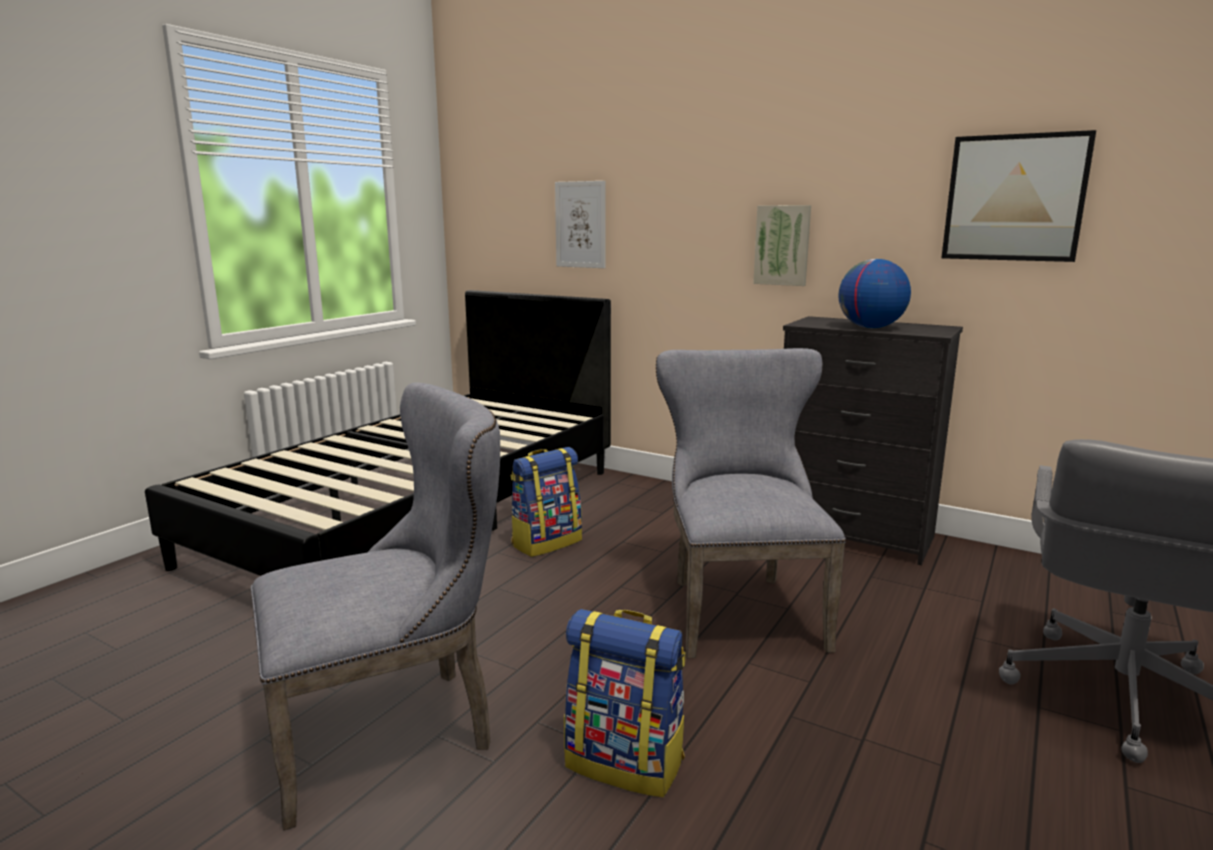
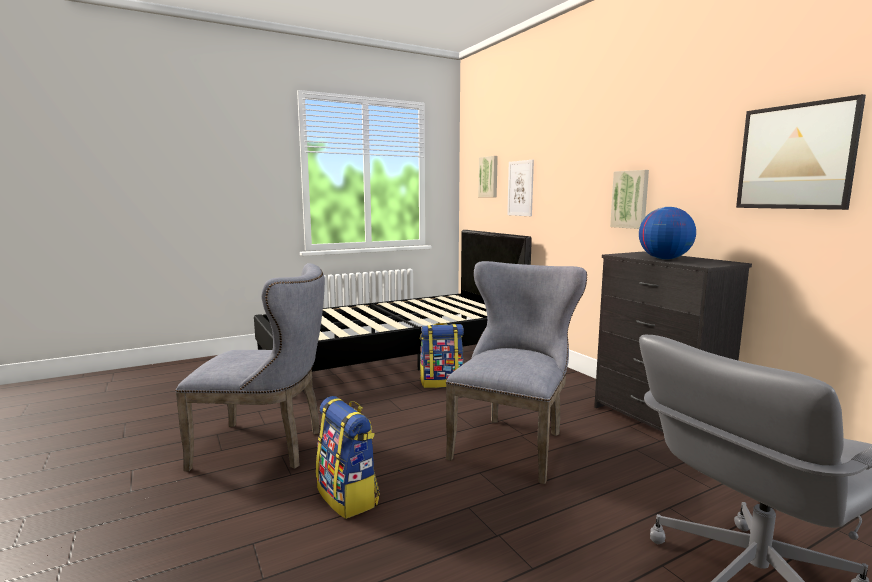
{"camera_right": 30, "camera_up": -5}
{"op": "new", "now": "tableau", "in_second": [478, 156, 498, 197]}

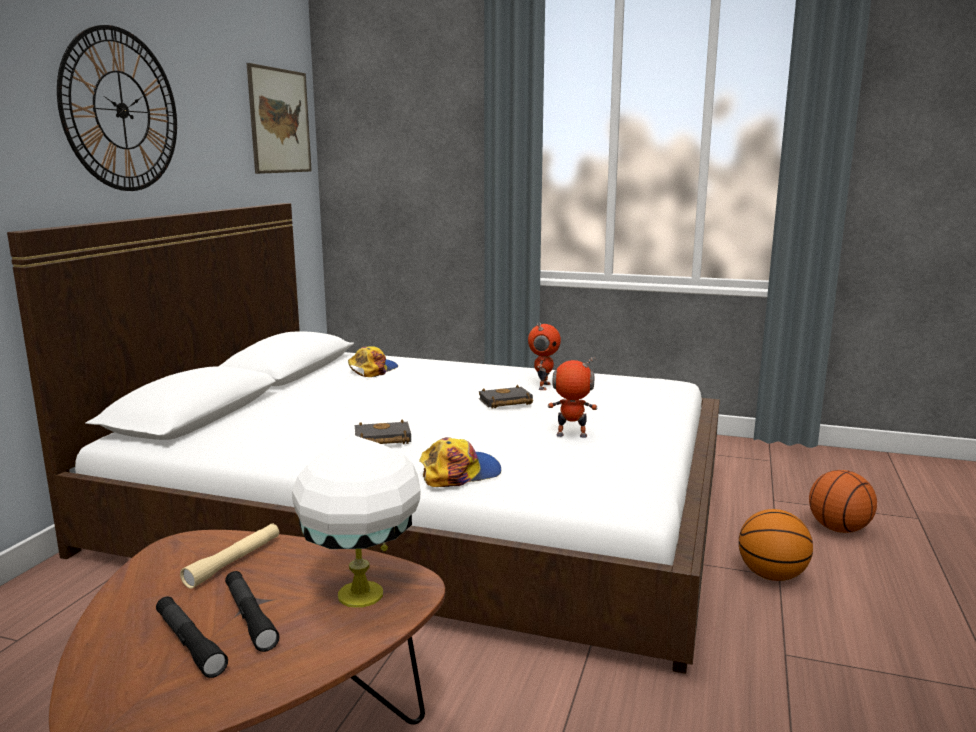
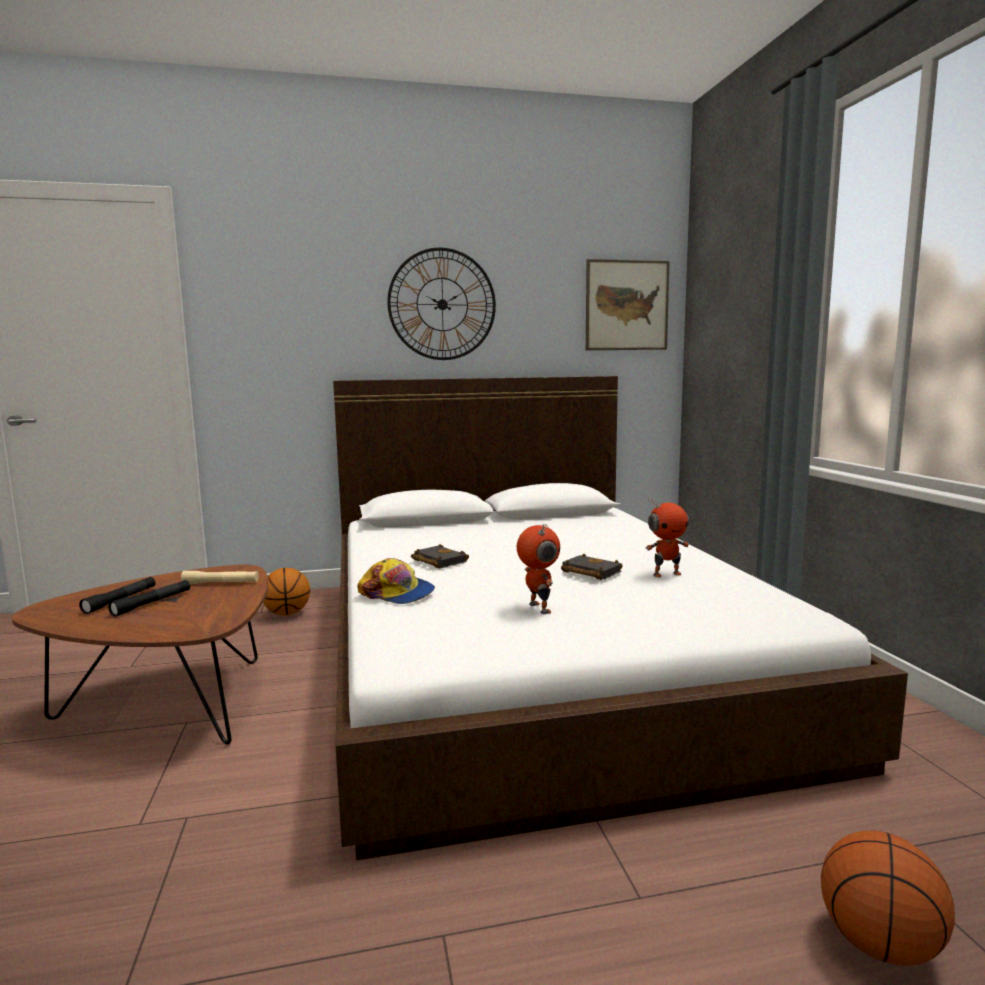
{"camera_right": 60, "camera_up": -5}
{"op": "gone", "was": "lampe de table (blanc)", "in_first": [292, 434, 421, 607]}
{"op": "gone", "was": "casquette", "in_first": [348, 346, 398, 377]}
{"op": "shifted", "was": "ballon de basket", "in_first": [739, 509, 813, 581], "in_second": [263, 568, 310, 615]}

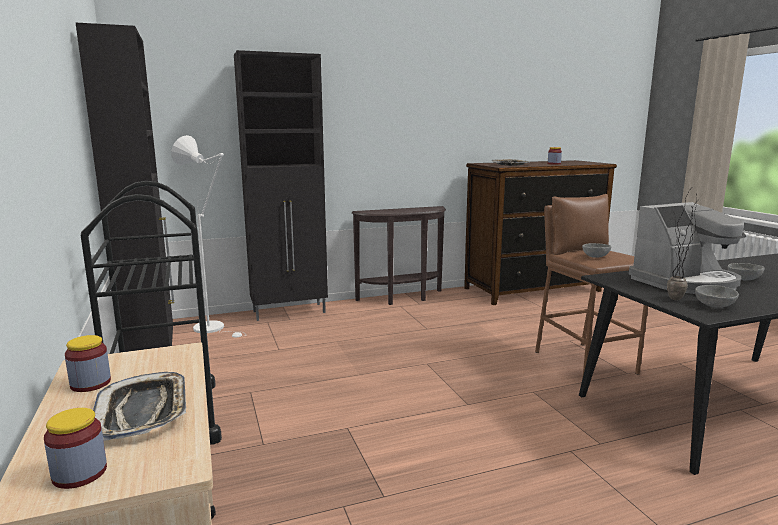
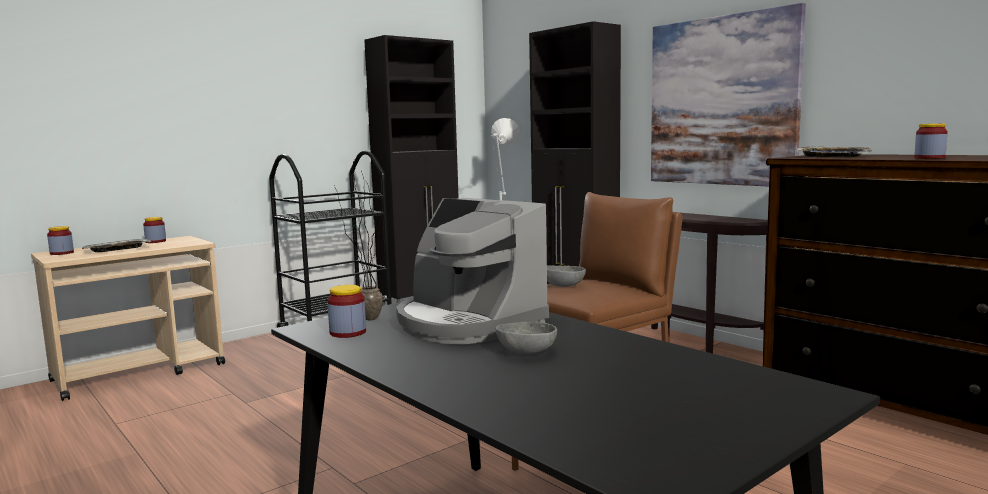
{"camera_right": 70, "camera_up": -5}
{"op": "swapped", "was": "bol (gris)", "now": "bocal", "in_first": [695, 285, 739, 308], "in_second": [327, 285, 366, 338]}
{"op": "new", "now": "tableau", "in_second": [651, 3, 806, 186]}

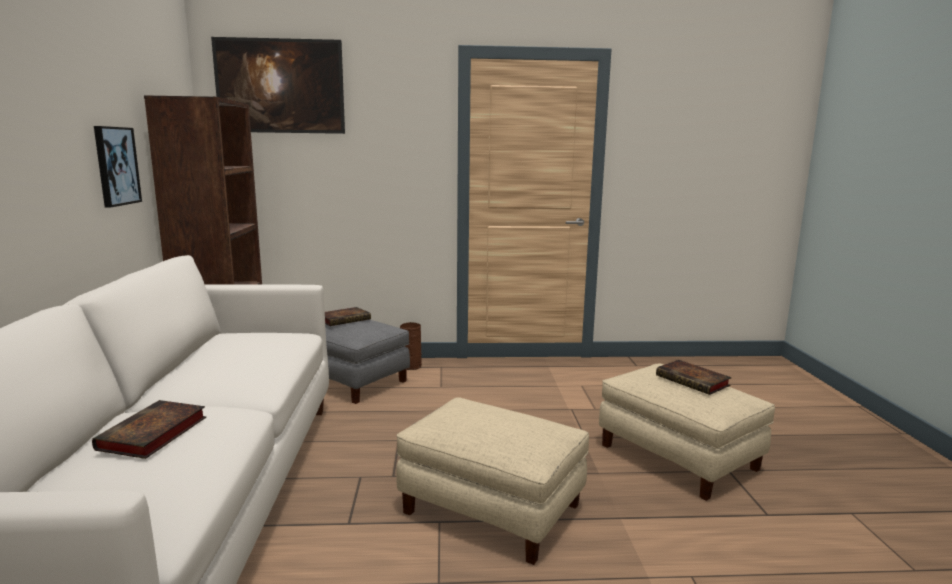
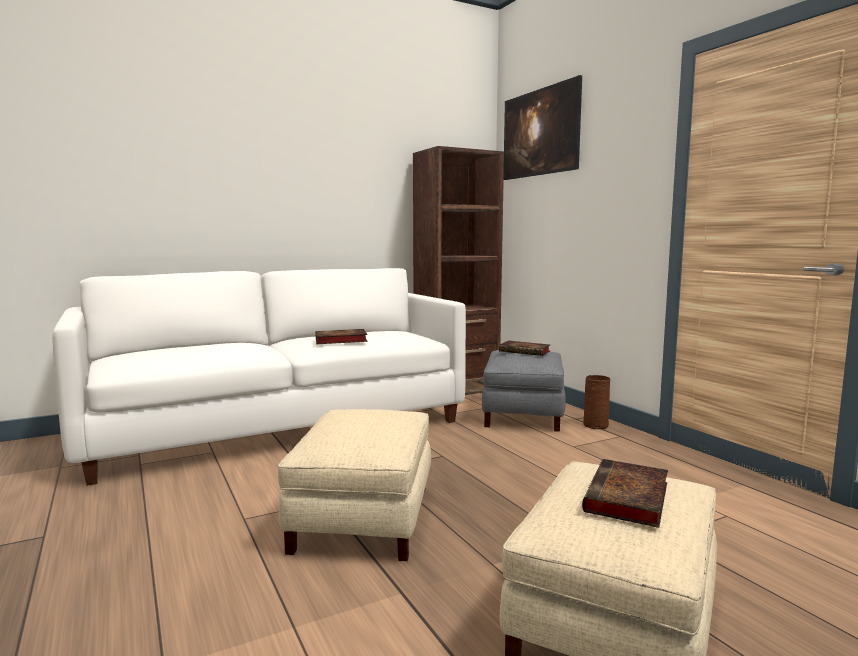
{"camera_right": 65, "camera_up": -5}
{"op": "shifted", "was": "livre", "in_first": [92, 400, 206, 459], "in_second": [315, 329, 367, 344]}
{"op": "gone", "was": "tableau", "in_first": [94, 126, 142, 207]}

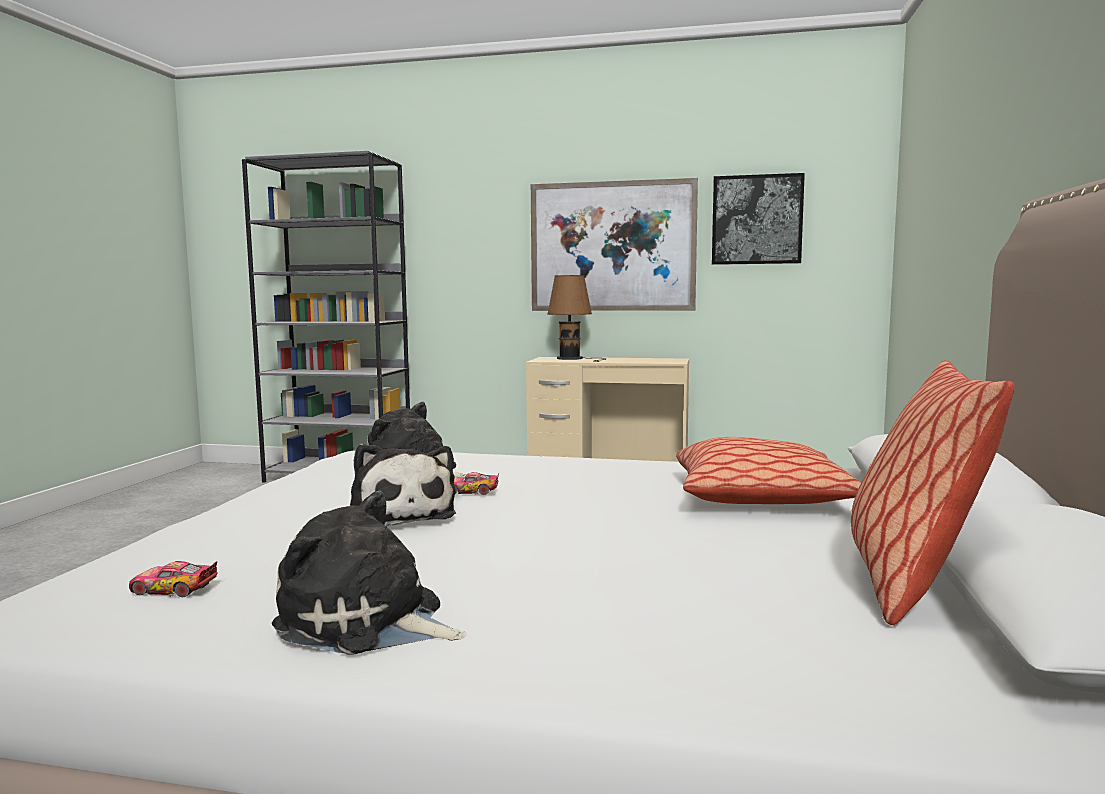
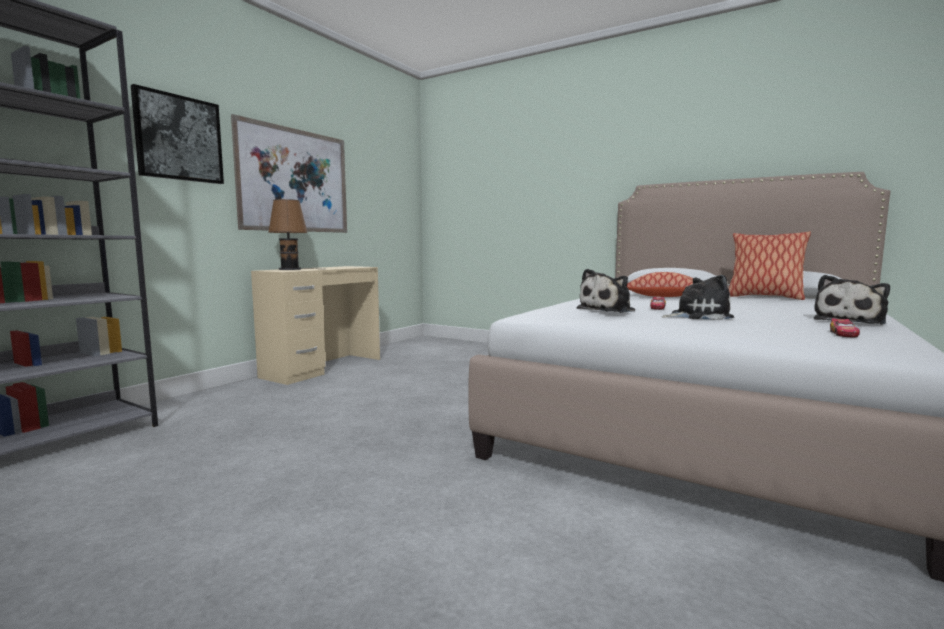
{"camera_right": -70, "camera_up": 0}
{"op": "shifted", "was": "tableau", "in_first": [712, 173, 805, 265], "in_second": [131, 84, 224, 184]}

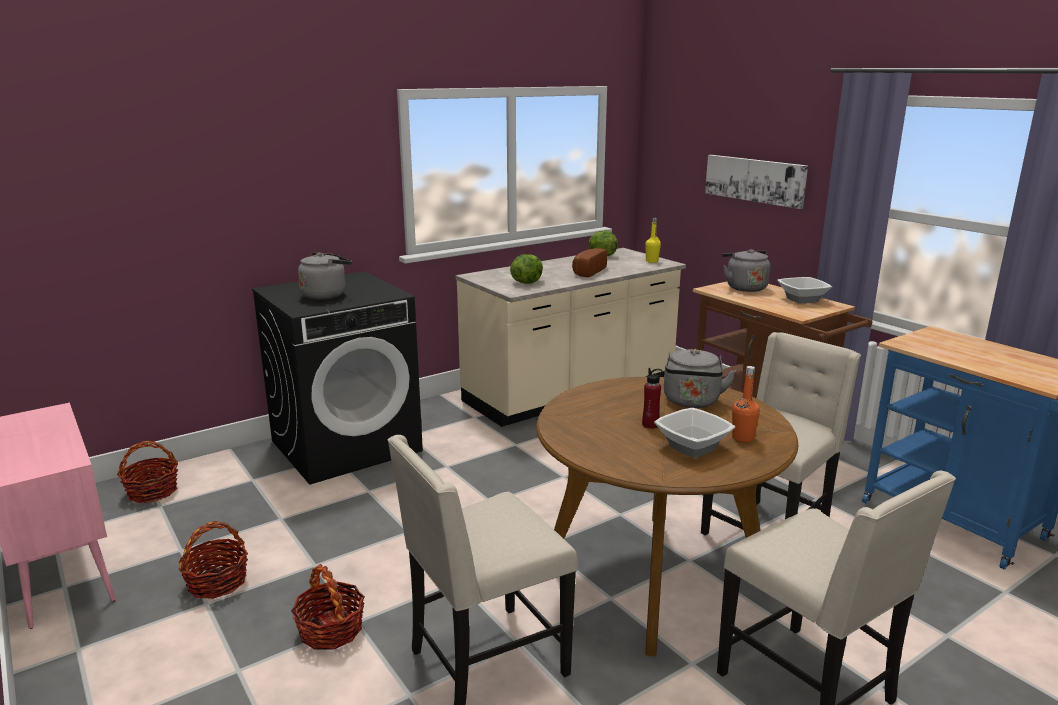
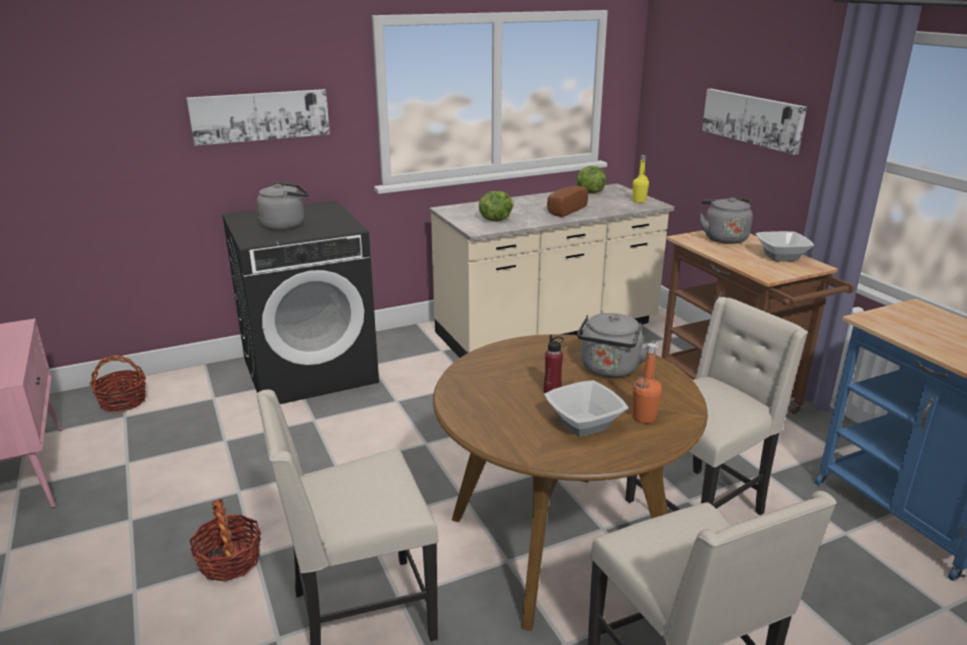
{"camera_right": 10, "camera_up": 5}
{"op": "gone", "was": "panier", "in_first": [178, 521, 248, 599]}
{"op": "new", "now": "tableau", "in_second": [186, 89, 330, 146]}

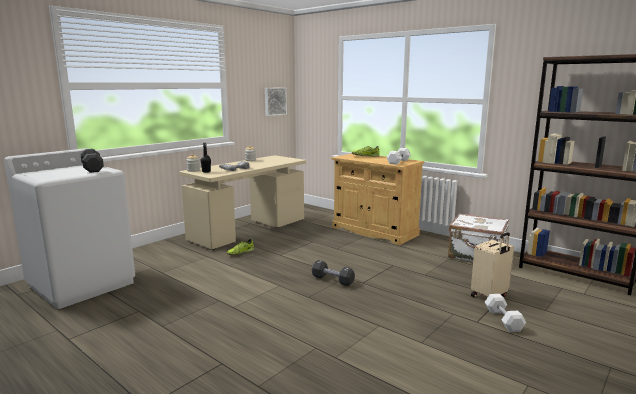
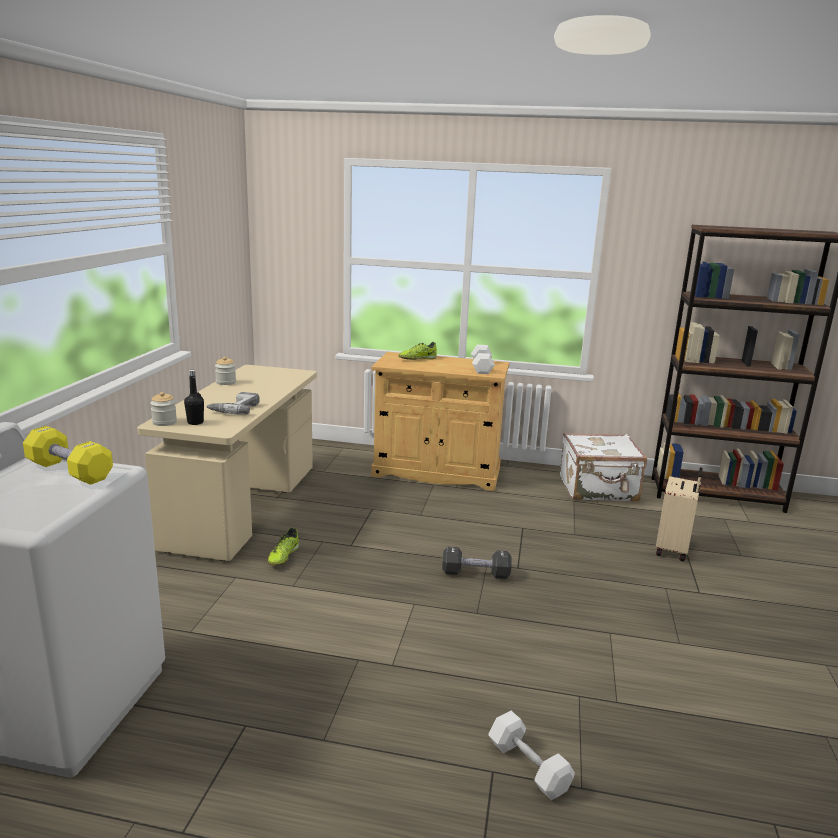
{"camera_right": -30, "camera_up": 5}
{"op": "repainted", "was": "haltère (noir)", "now": "haltère (jaune)", "in_first": [81, 149, 104, 173], "in_second": [23, 426, 113, 485]}
{"op": "gone", "was": "tableau", "in_first": [265, 87, 287, 116]}
{"op": "shifted", "was": "haltère (blanc)", "in_first": [485, 294, 526, 332], "in_second": [488, 711, 575, 800]}

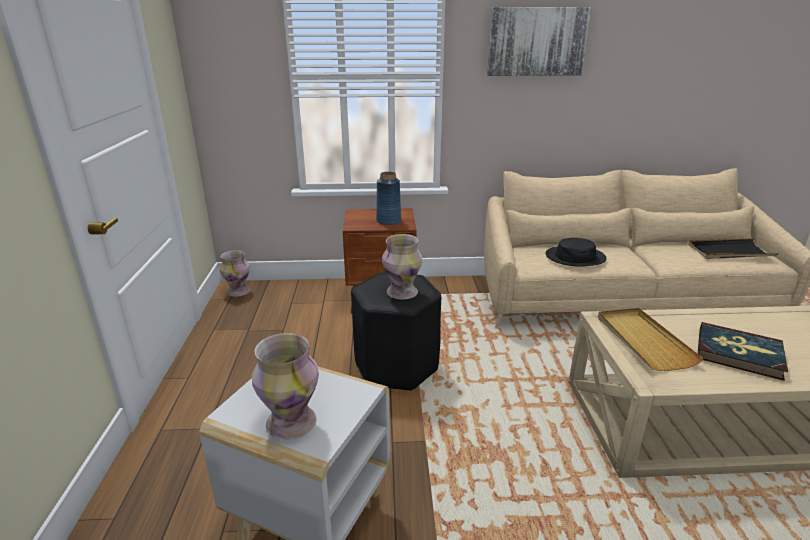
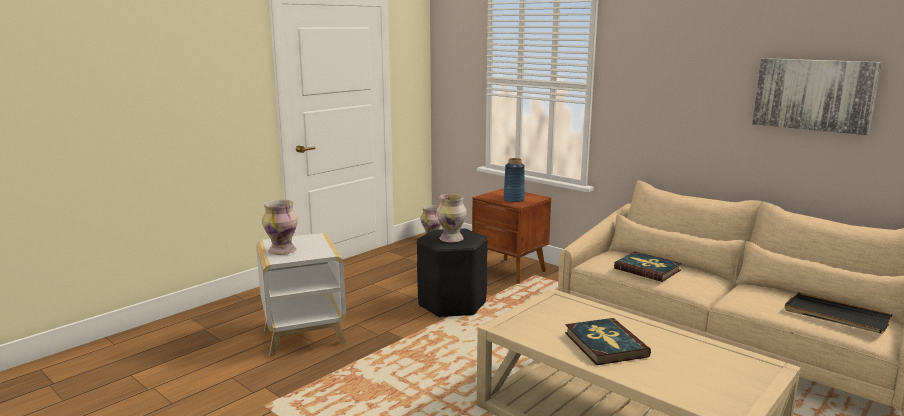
{"camera_right": 45, "camera_up": -10}
{"op": "shifted", "was": "tableau", "in_first": [487, 7, 591, 76], "in_second": [752, 58, 882, 135]}
{"op": "swapped", "was": "chapeau (noir)", "now": "livre", "in_first": [546, 238, 607, 267], "in_second": [614, 252, 682, 282]}
{"op": "gone", "was": "plateau (beige)", "in_first": [598, 308, 704, 371]}

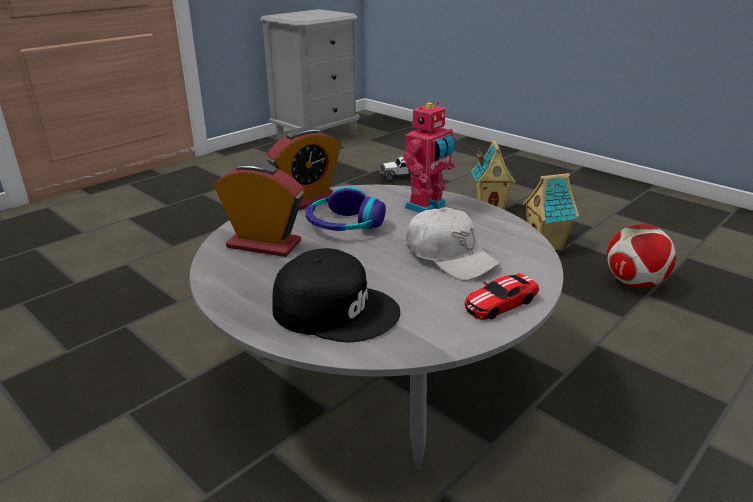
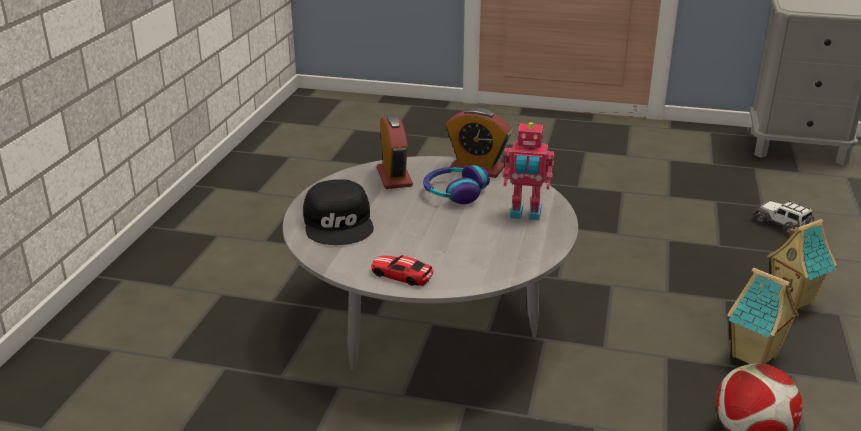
{"camera_right": 60, "camera_up": 0}
{"op": "gone", "was": "casquette (blanc)", "in_first": [406, 207, 500, 281]}

